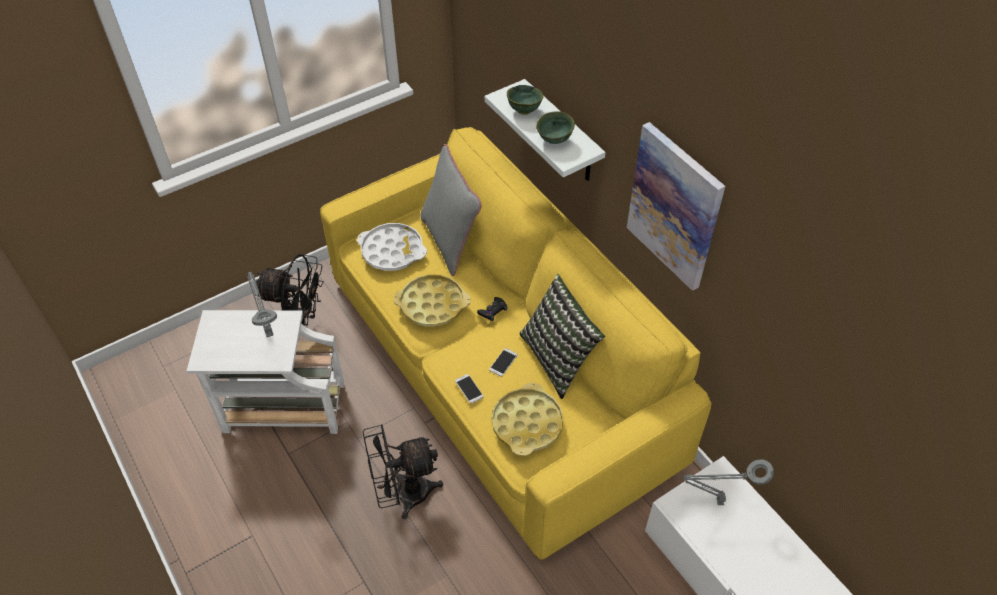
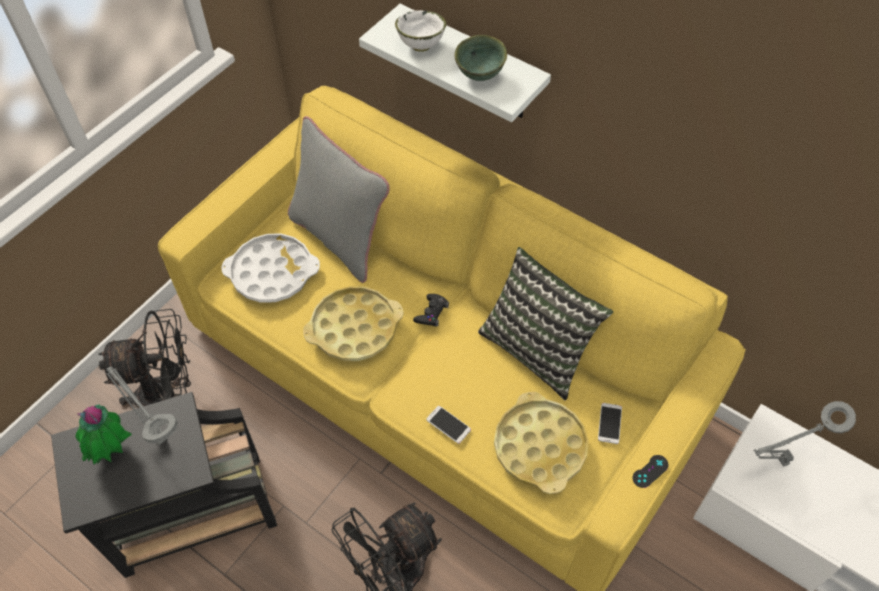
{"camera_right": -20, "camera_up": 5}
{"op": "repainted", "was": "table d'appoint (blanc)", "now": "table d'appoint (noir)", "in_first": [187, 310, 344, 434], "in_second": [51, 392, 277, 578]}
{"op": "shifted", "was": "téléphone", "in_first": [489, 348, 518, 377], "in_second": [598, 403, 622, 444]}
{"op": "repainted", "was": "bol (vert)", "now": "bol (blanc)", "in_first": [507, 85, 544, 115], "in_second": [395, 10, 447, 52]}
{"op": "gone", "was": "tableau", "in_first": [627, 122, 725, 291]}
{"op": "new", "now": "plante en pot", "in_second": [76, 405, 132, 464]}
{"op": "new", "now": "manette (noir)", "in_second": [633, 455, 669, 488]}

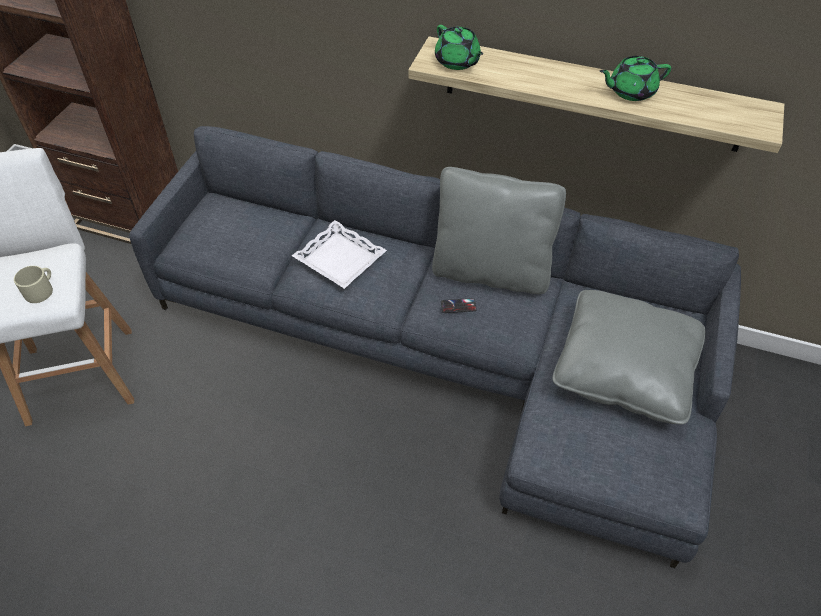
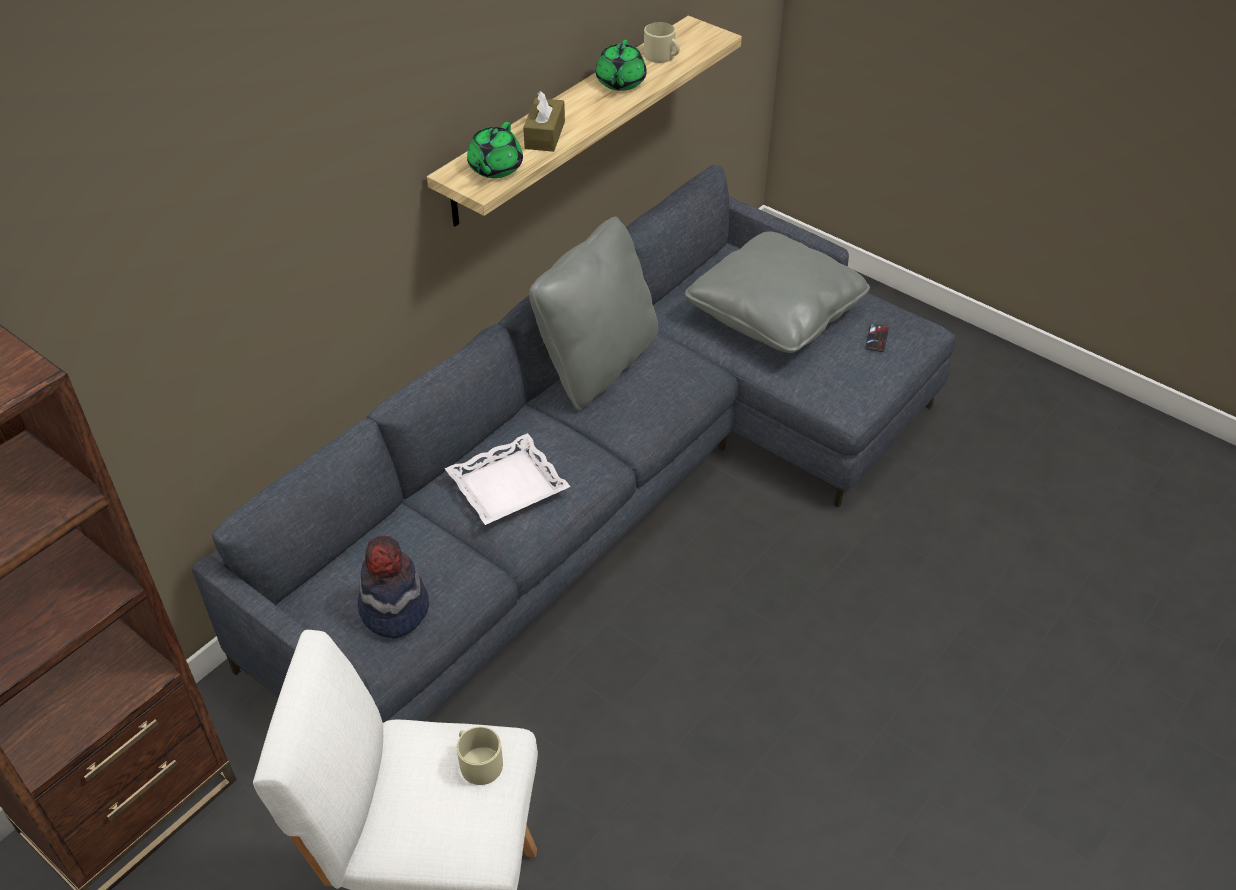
{"camera_right": -70, "camera_up": -5}
{"op": "rotated", "was": "théière (vert)", "in_first": [435, 25, 483, 70], "in_second": [467, 122, 523, 178], "clockwise": 120}
{"op": "shifted", "was": "téléphone", "in_first": [441, 298, 477, 313], "in_second": [865, 324, 889, 352]}
{"op": "new", "now": "chapeau", "in_second": [358, 536, 429, 639]}
{"op": "new", "now": "boîte à mouchoirs (marron)", "in_second": [523, 91, 565, 152]}
{"op": "new", "now": "mug (beige)", "in_second": [644, 22, 680, 63]}

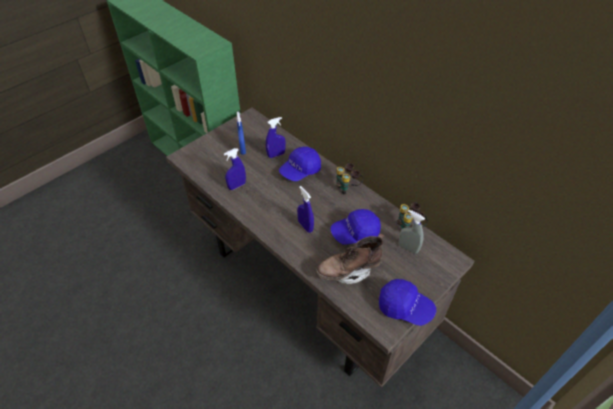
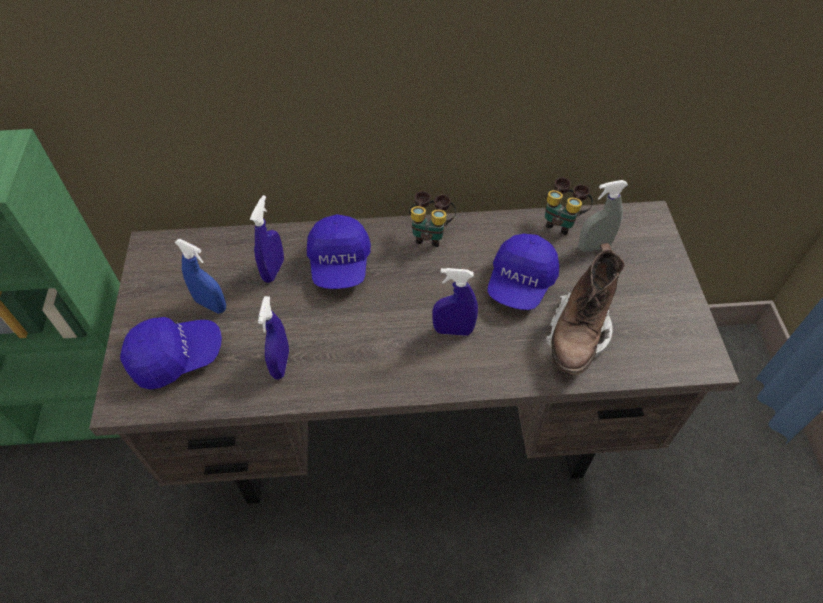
{"camera_right": -50, "camera_up": 5}
{"op": "shifted", "was": "casquette (bleu)", "in_first": [379, 279, 436, 326], "in_second": [120, 317, 222, 390]}

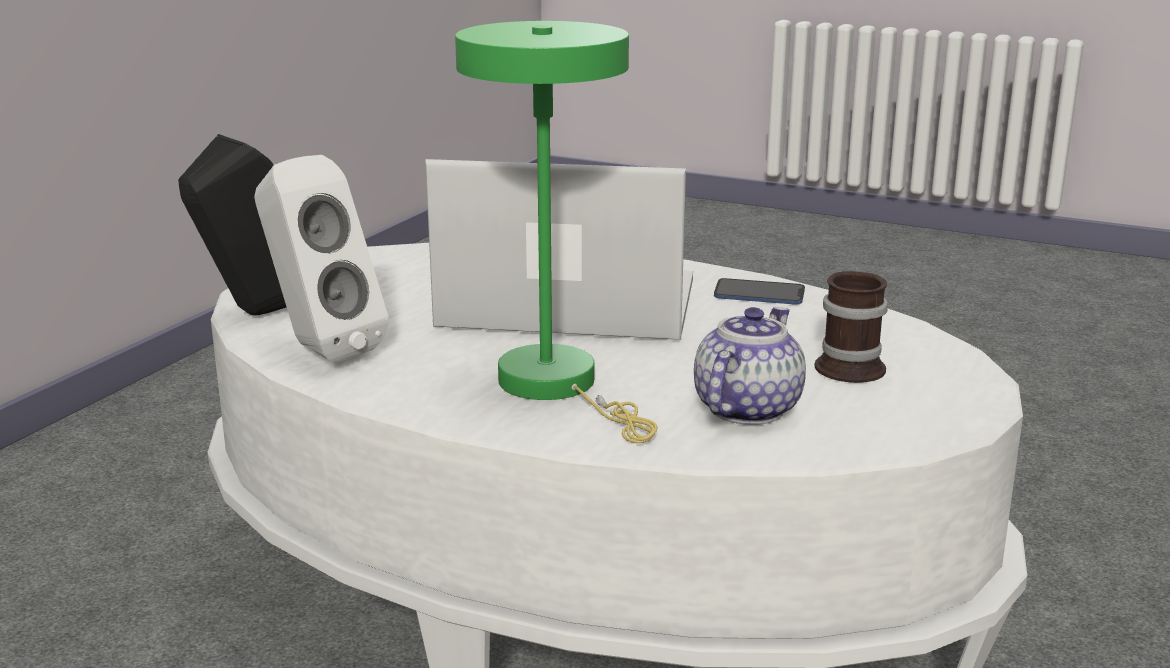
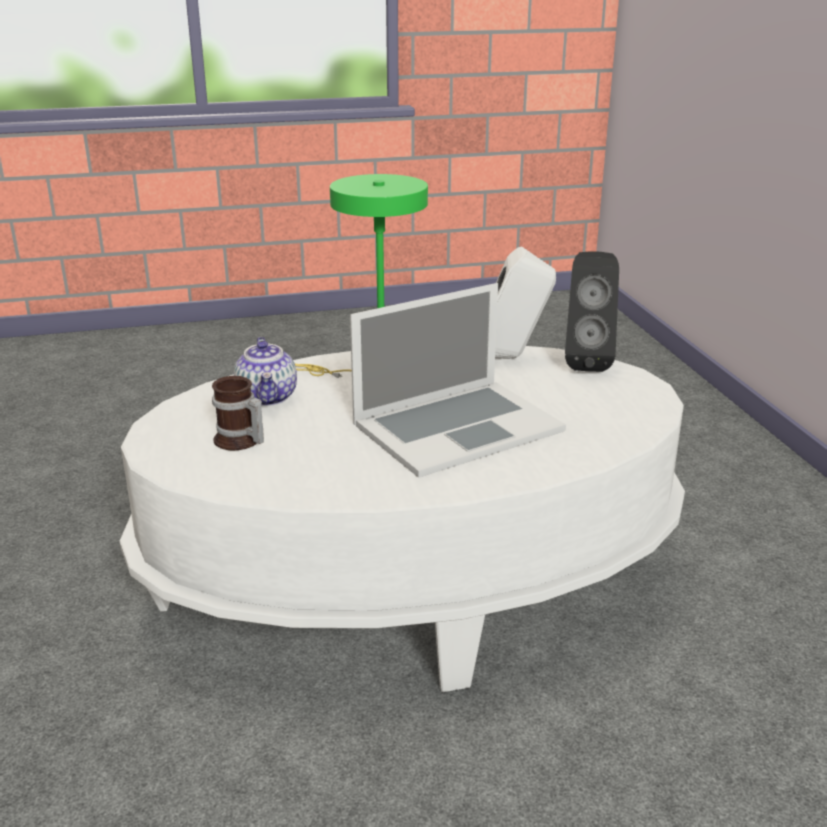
{"camera_right": 140, "camera_up": 5}
{"op": "gone", "was": "téléphone", "in_first": [714, 278, 805, 305]}

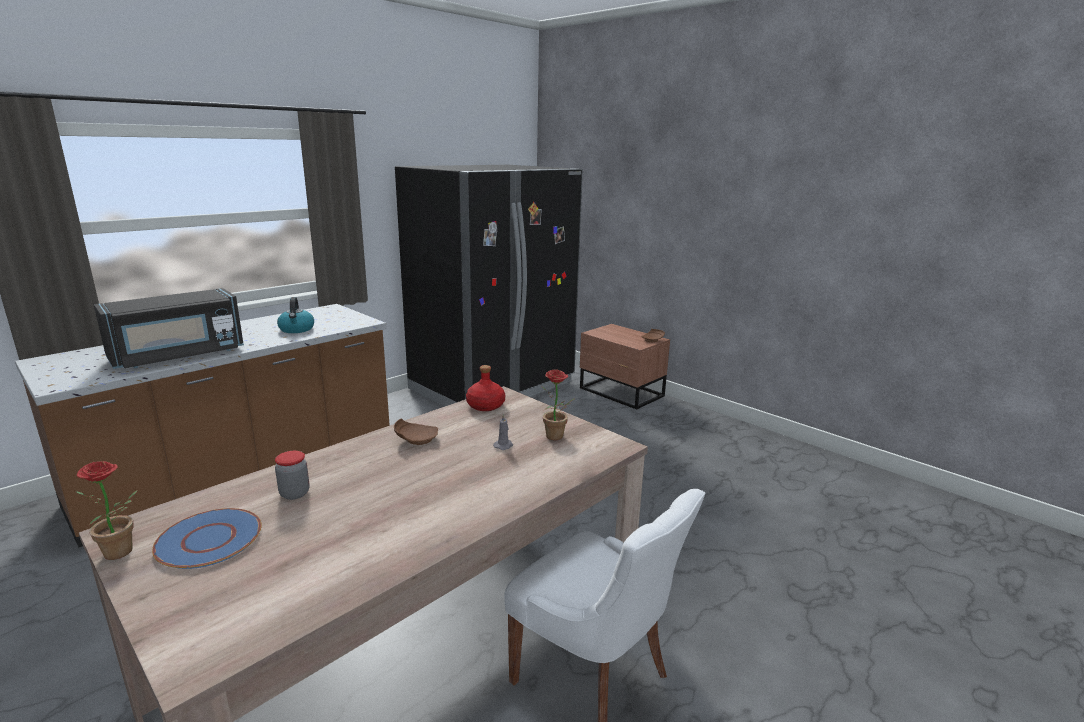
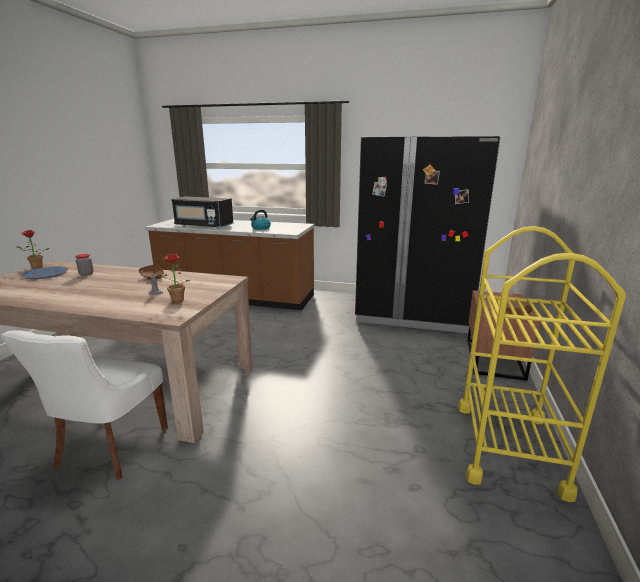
{"camera_right": 60, "camera_up": 0}
{"op": "gone", "was": "bouteille (rouge)", "in_first": [466, 365, 505, 411]}
{"op": "new", "now": "chariot (jaune)", "in_second": [458, 226, 626, 502]}

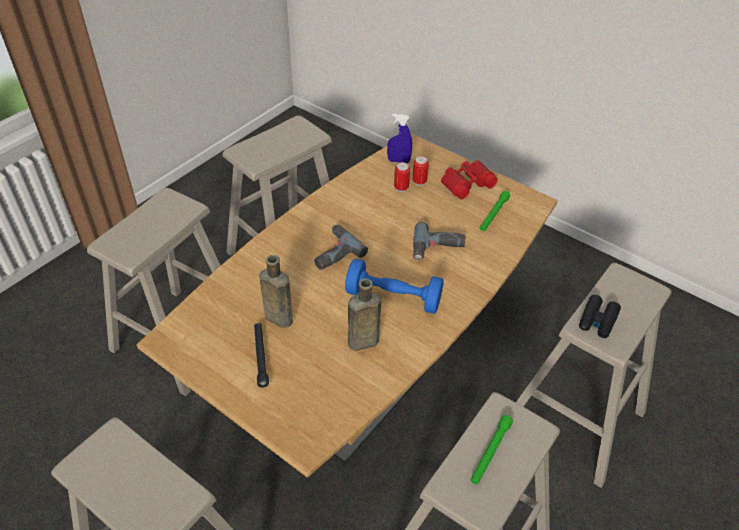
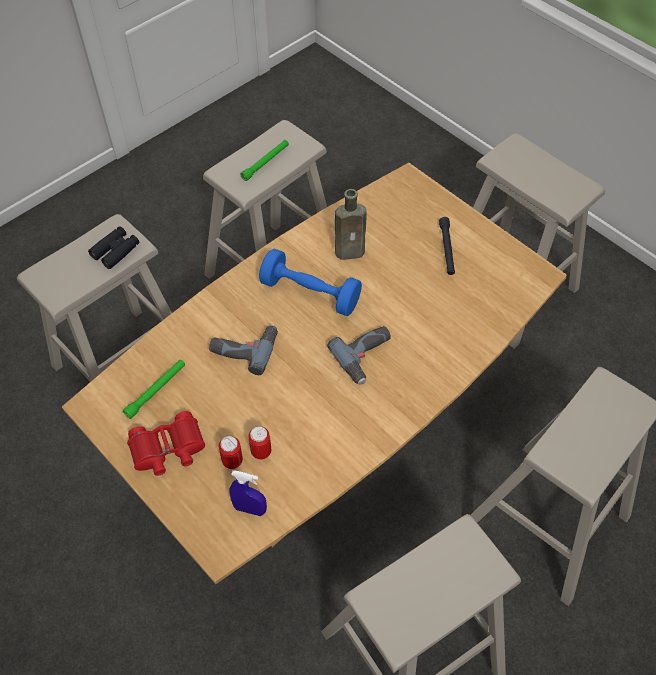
{"camera_right": -170, "camera_up": 10}
{"op": "gone", "was": "bouteille (marron)", "in_first": [260, 255, 293, 328]}

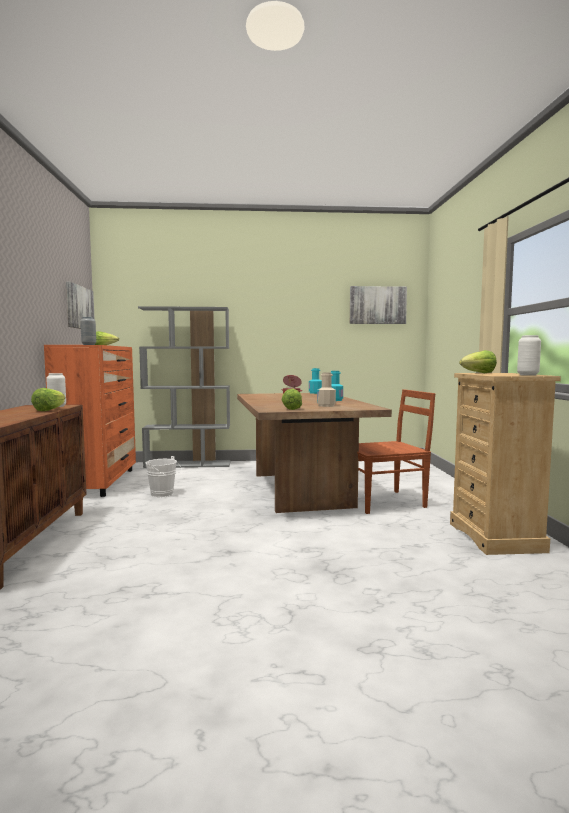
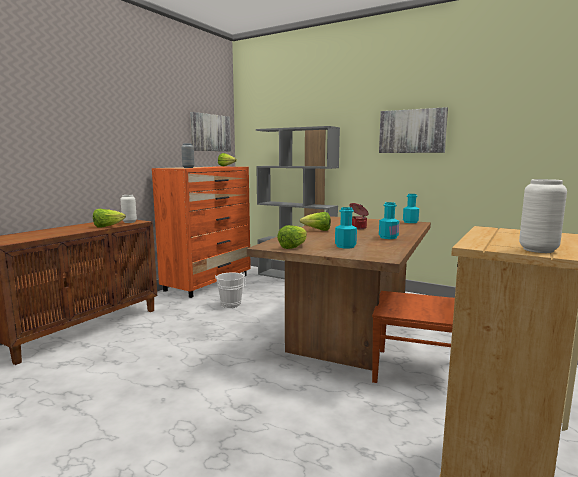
{"camera_right": 35, "camera_up": 5}
{"op": "repainted", "was": "bouteille (beige)", "now": "bouteille (turquoise)", "in_first": [317, 373, 336, 407], "in_second": [335, 207, 357, 248]}
{"op": "shifted", "was": "tableau", "in_first": [350, 286, 407, 324], "in_second": [379, 107, 448, 153]}
{"op": "shifted", "was": "laitue", "in_first": [459, 350, 497, 373], "in_second": [300, 212, 331, 231]}

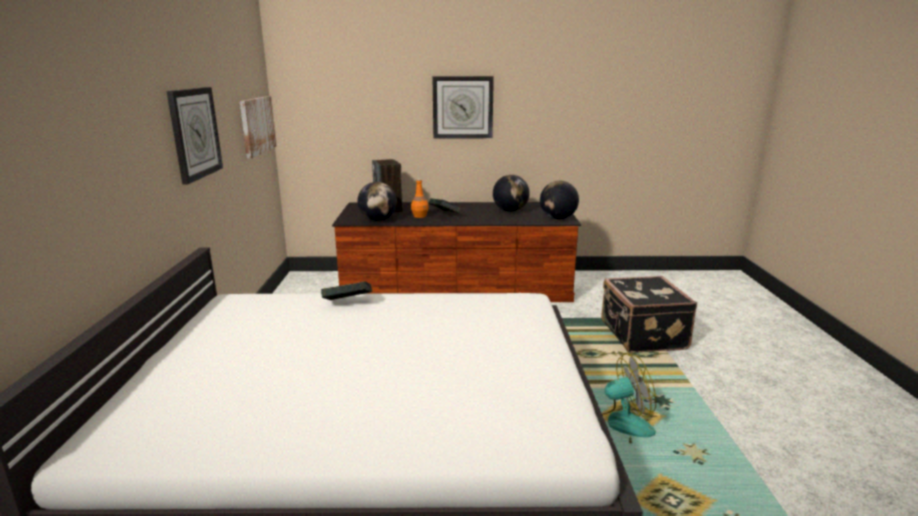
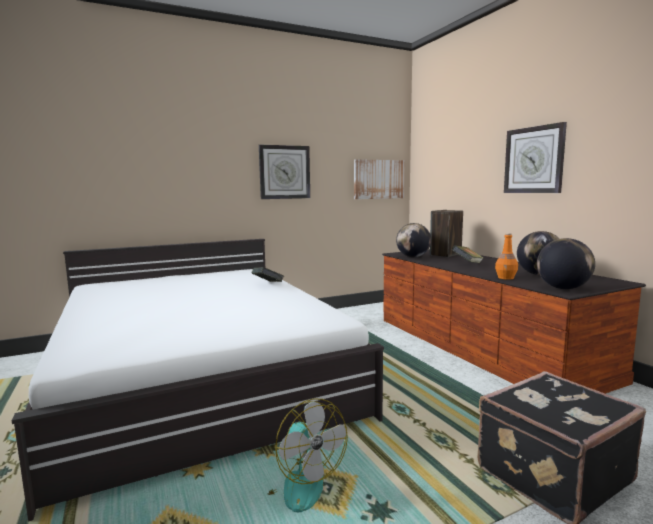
{"camera_right": 65, "camera_up": -10}
{"op": "shifted", "was": "bouteille (orange)", "in_first": [411, 179, 429, 218], "in_second": [495, 233, 518, 280]}

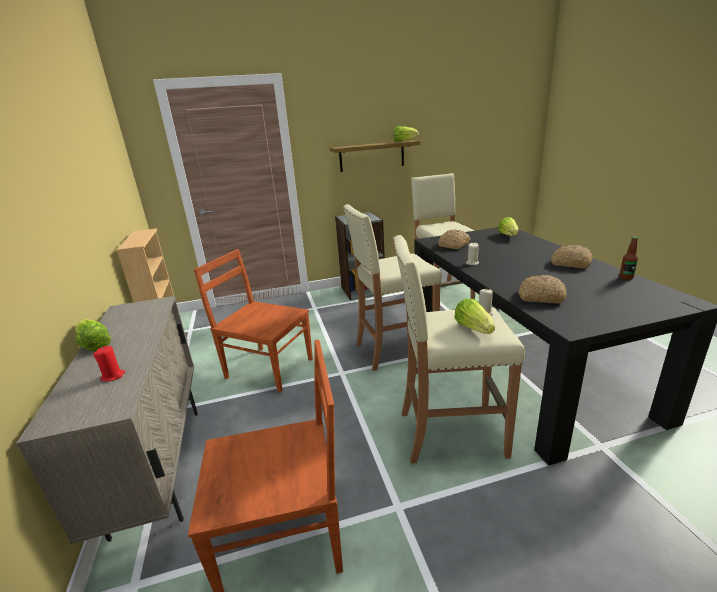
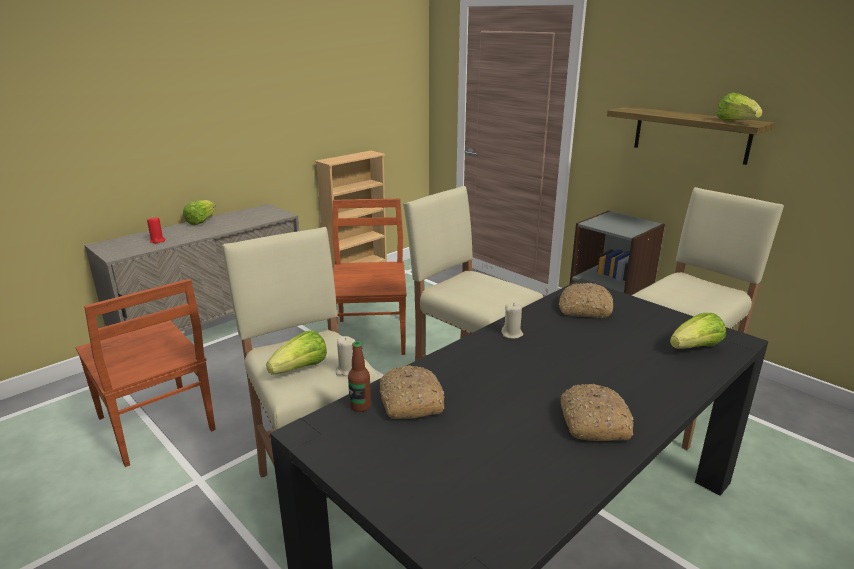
{"camera_right": 60, "camera_up": 0}
{"op": "shifted", "was": "bouteille", "in_first": [619, 237, 638, 280], "in_second": [348, 341, 371, 412]}

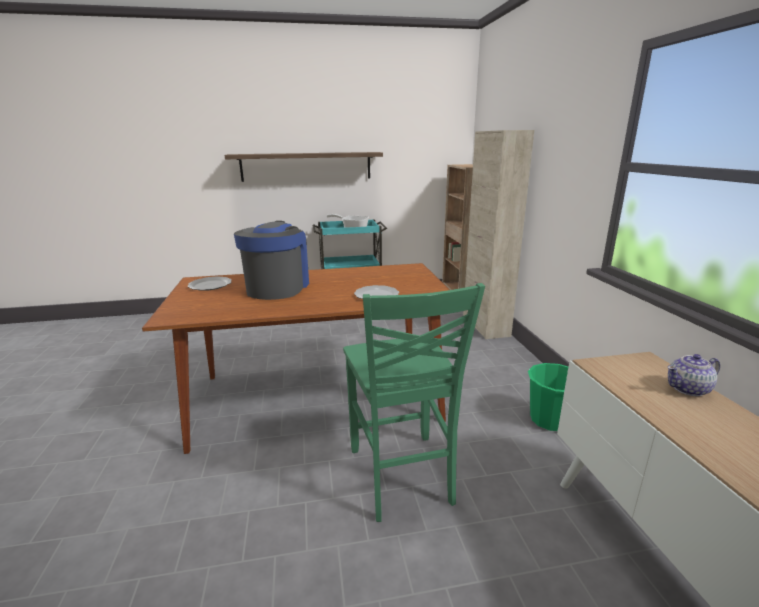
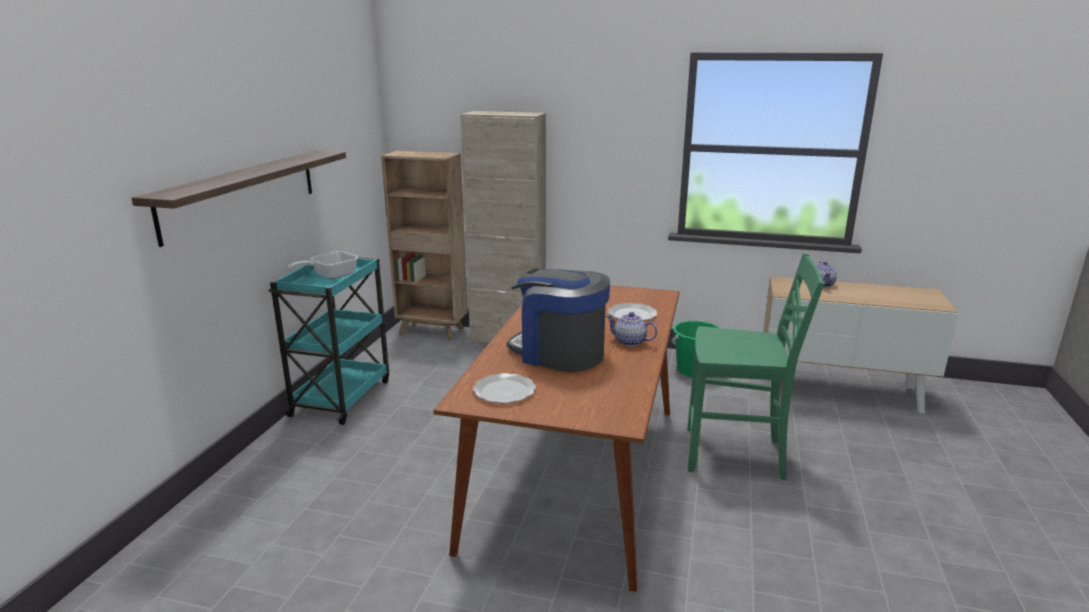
{"camera_right": -65, "camera_up": 0}
{"op": "new", "now": "théière", "in_second": [606, 312, 657, 346]}

